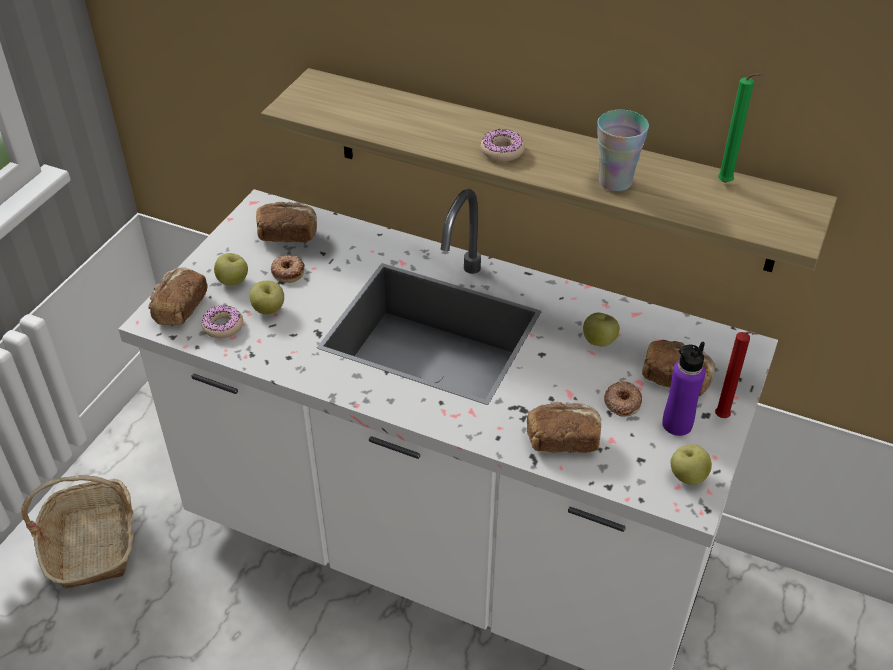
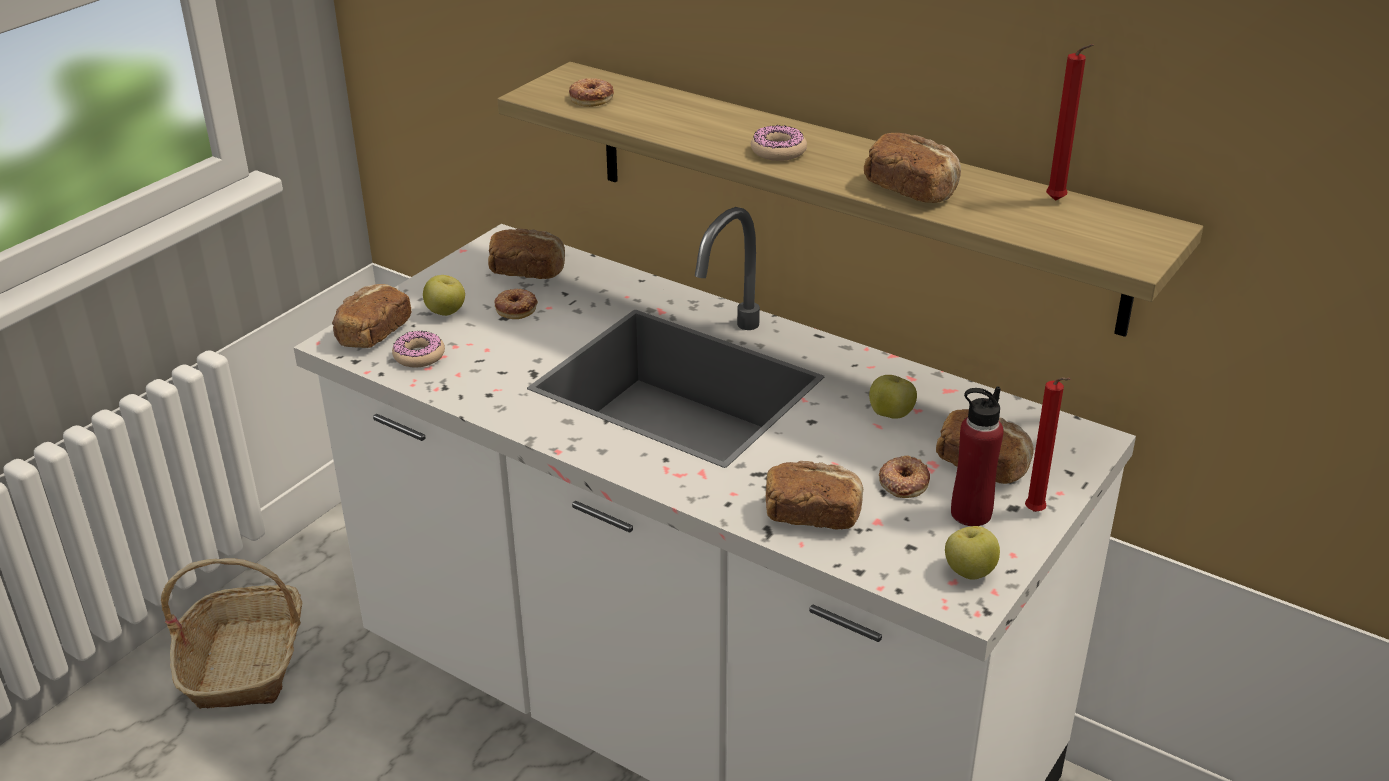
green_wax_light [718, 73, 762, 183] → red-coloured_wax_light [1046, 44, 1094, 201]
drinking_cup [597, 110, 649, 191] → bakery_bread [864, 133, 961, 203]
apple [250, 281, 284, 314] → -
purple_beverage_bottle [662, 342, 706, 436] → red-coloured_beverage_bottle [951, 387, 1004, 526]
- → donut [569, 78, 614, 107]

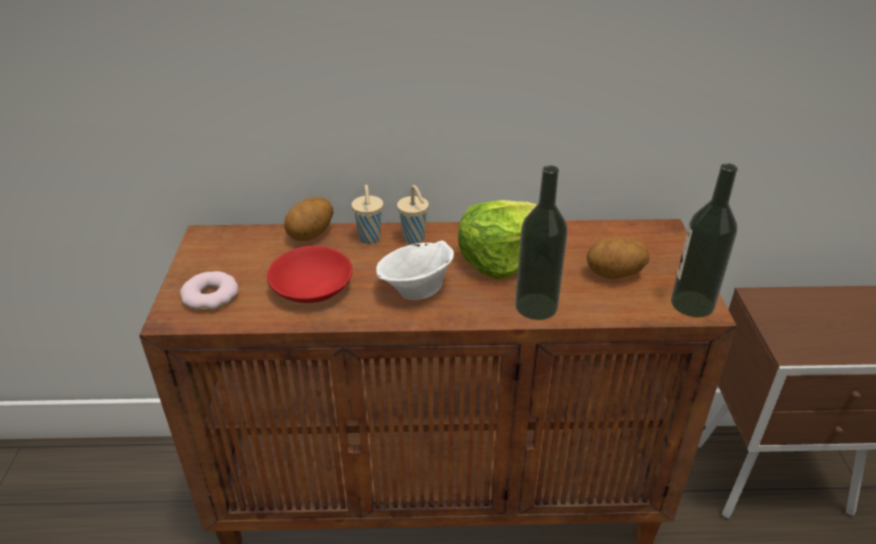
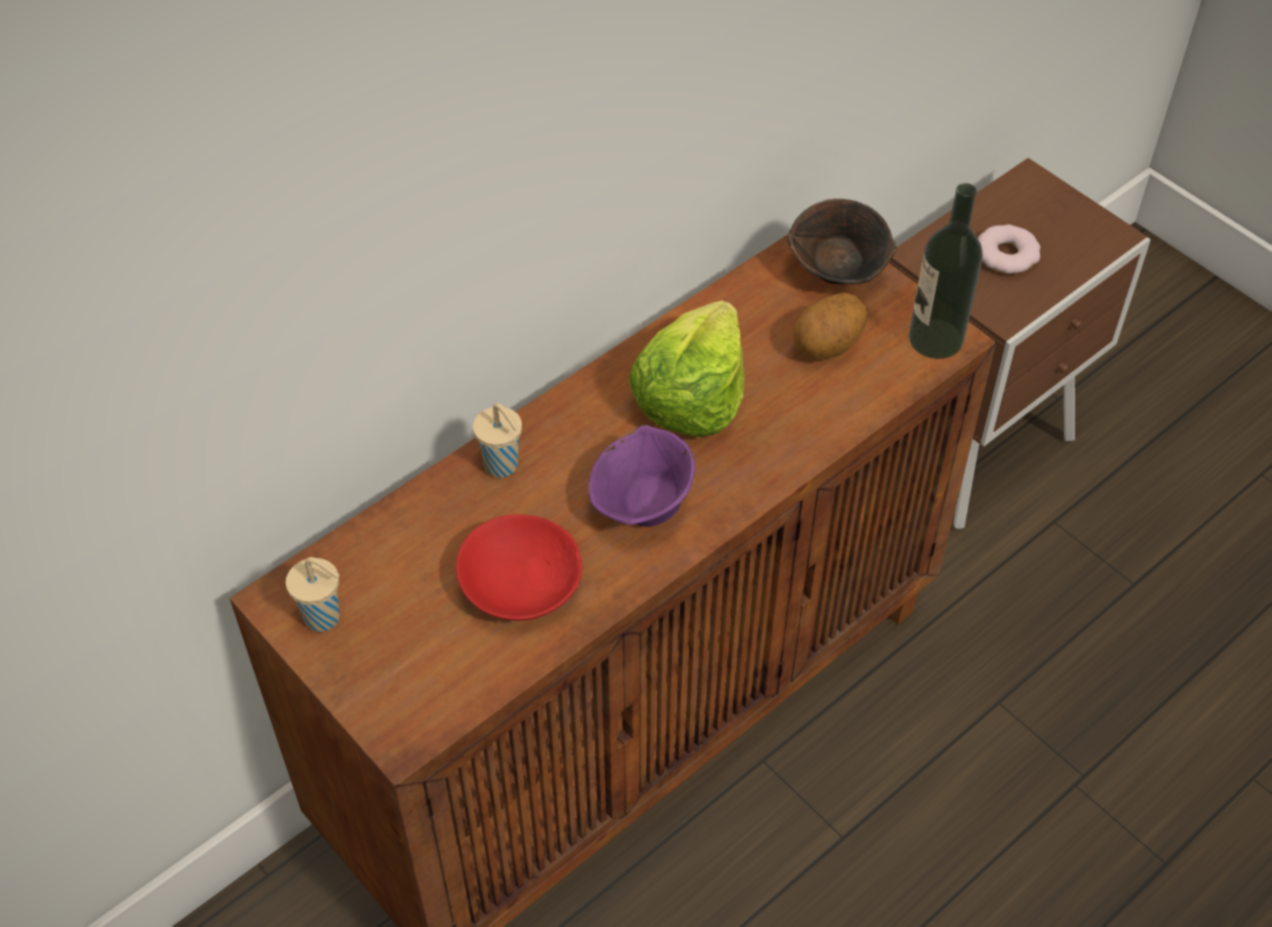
beverage_bottle [515, 165, 568, 320] → -
beige_drinking_cup [397, 185, 429, 244] → beige_drinking_cup [286, 557, 340, 632], move
whole_potato [284, 197, 333, 241] → -
whitish_bowl [376, 240, 454, 300] → purple_bowl [589, 425, 695, 527]
donut [180, 271, 238, 310] → donut [978, 224, 1040, 274], move
- → brown_bowl [788, 199, 897, 284]

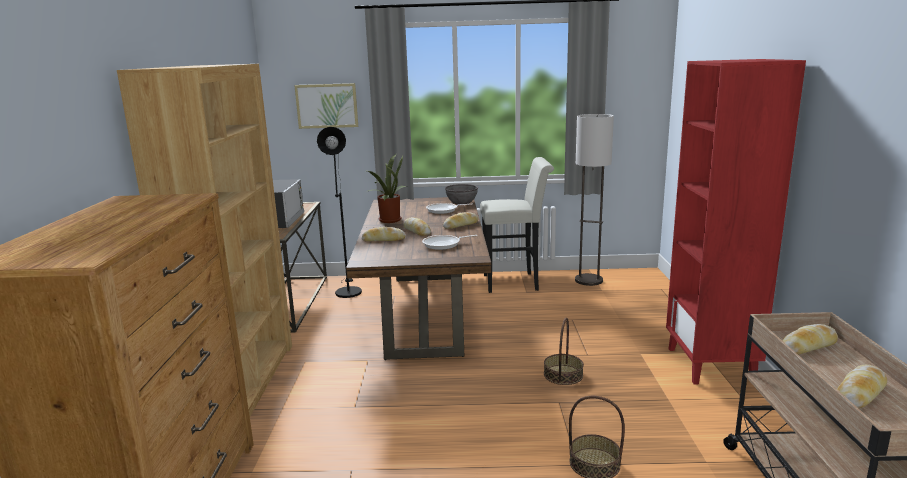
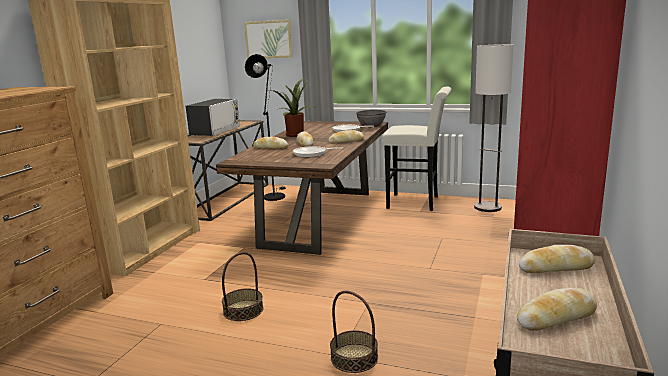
household_basket [544, 318, 584, 385] → household_basket [222, 252, 263, 321], move

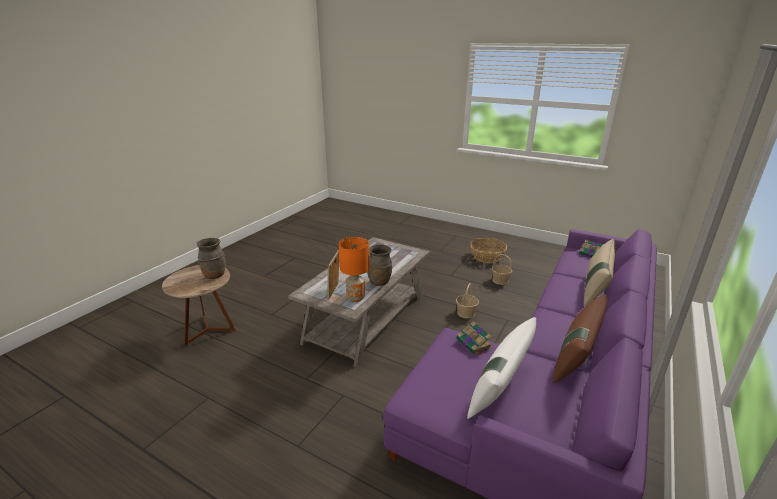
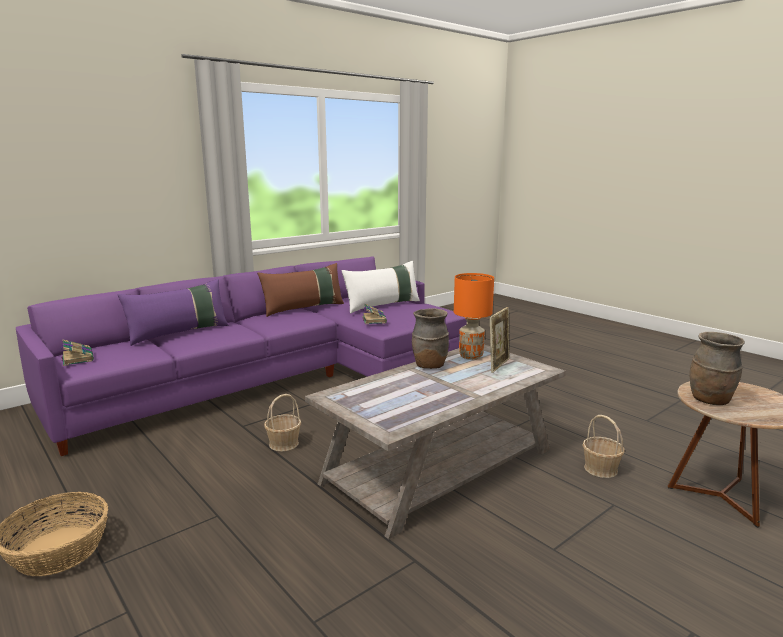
beige_throw_pillow [584, 239, 615, 306] → purple_throw_pillow [117, 279, 228, 346]
household_basket [492, 254, 512, 285] → household_basket [583, 415, 625, 478], move

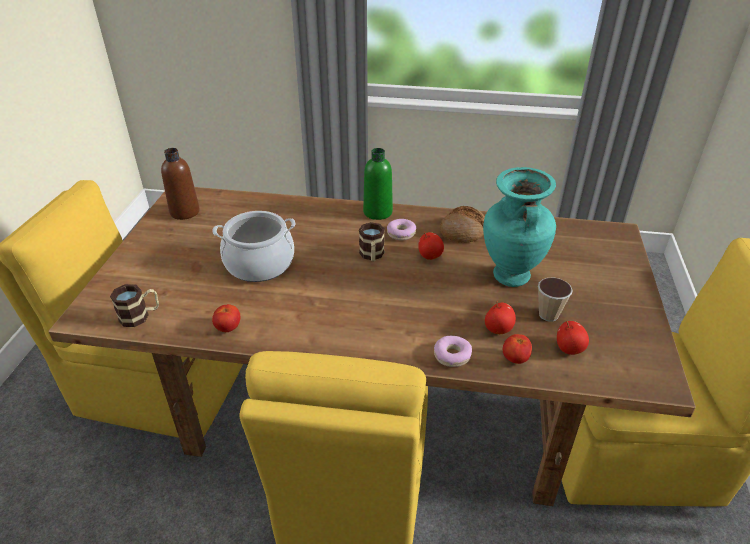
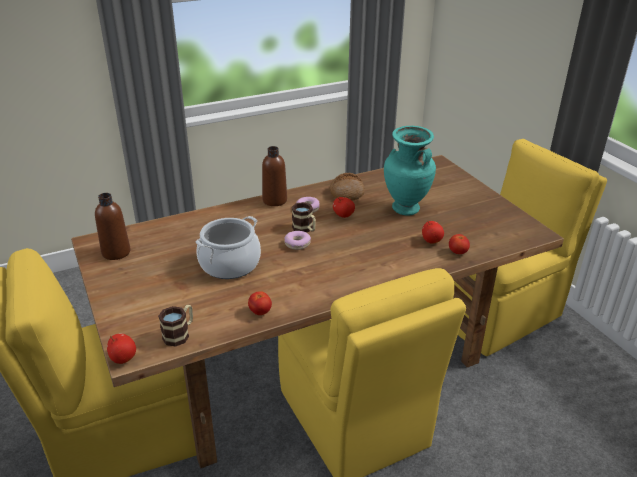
green_beverage_bottle [363, 148, 393, 220] → brown_beverage_bottle [262, 146, 287, 206]
drinking_cup [538, 278, 573, 322] → -
apple [557, 321, 589, 355] → apple [107, 333, 136, 364], move
donut [434, 336, 472, 367] → donut [284, 231, 311, 250], move

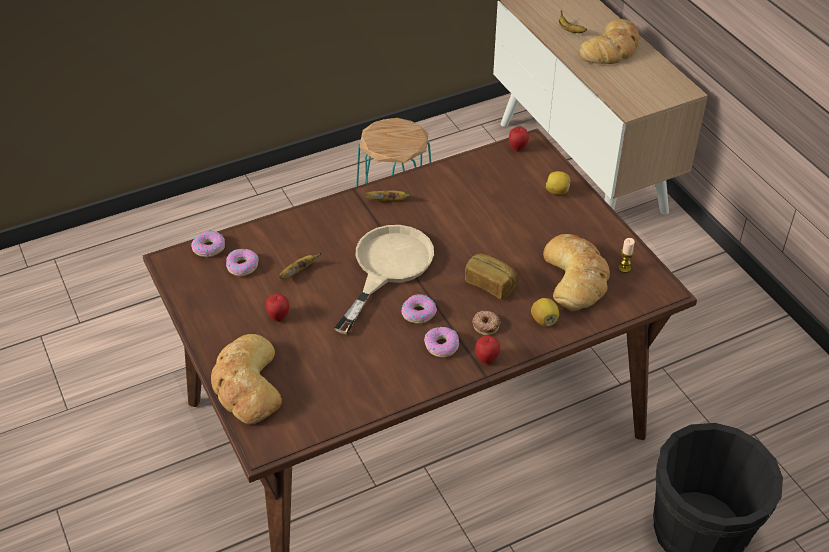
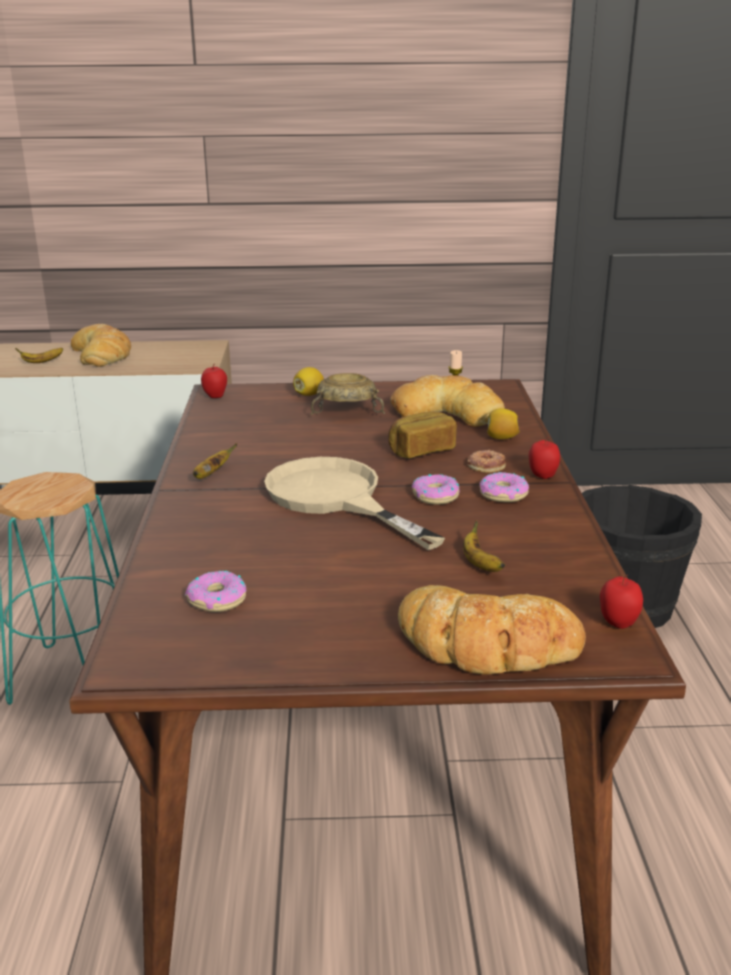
donut [191, 231, 225, 257] → -
banana_fruit [279, 252, 321, 279] → banana_fruit [463, 520, 505, 572], move
apple [266, 293, 289, 322] → apple [600, 575, 643, 629], move
- → beige_bowl [310, 373, 385, 415]

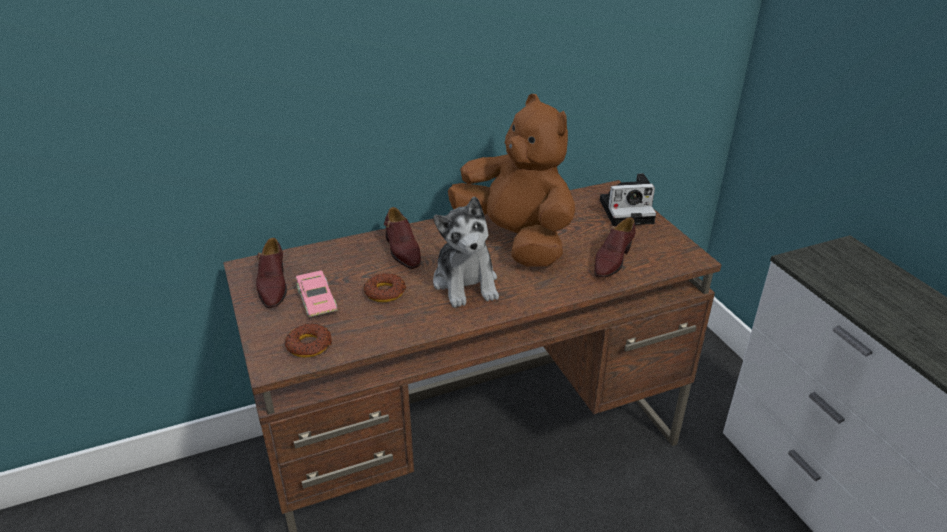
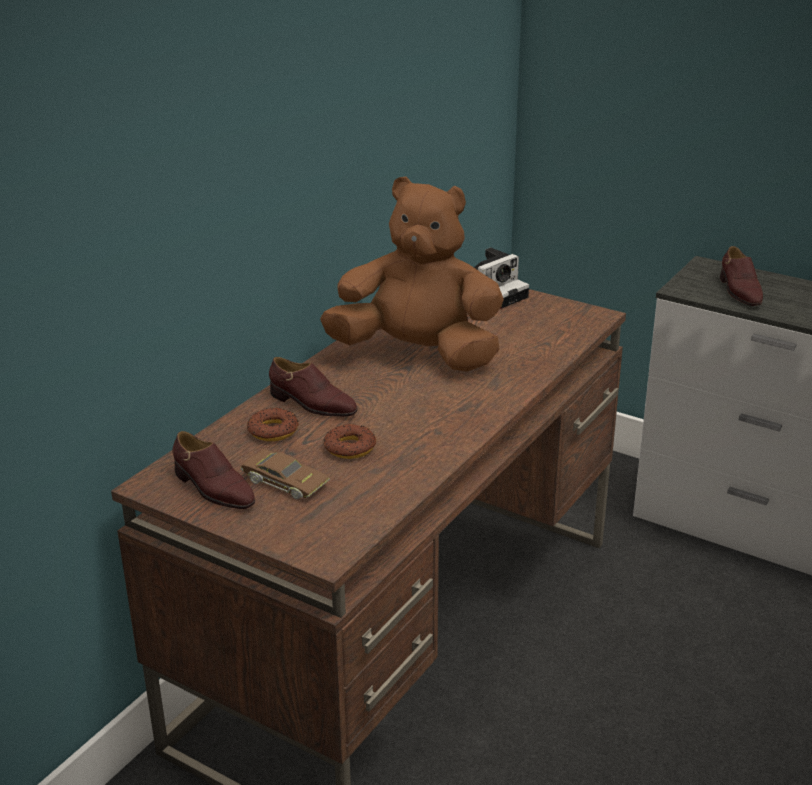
soft_toy [433, 197, 499, 307] → -
brown_item_of_footwear [594, 217, 635, 278] → brown_item_of_footwear [720, 246, 763, 306], move
pink_model_car [296, 271, 337, 317] → brown_model_car [240, 449, 330, 499]
donut [285, 323, 332, 358] → donut [247, 408, 299, 441], move

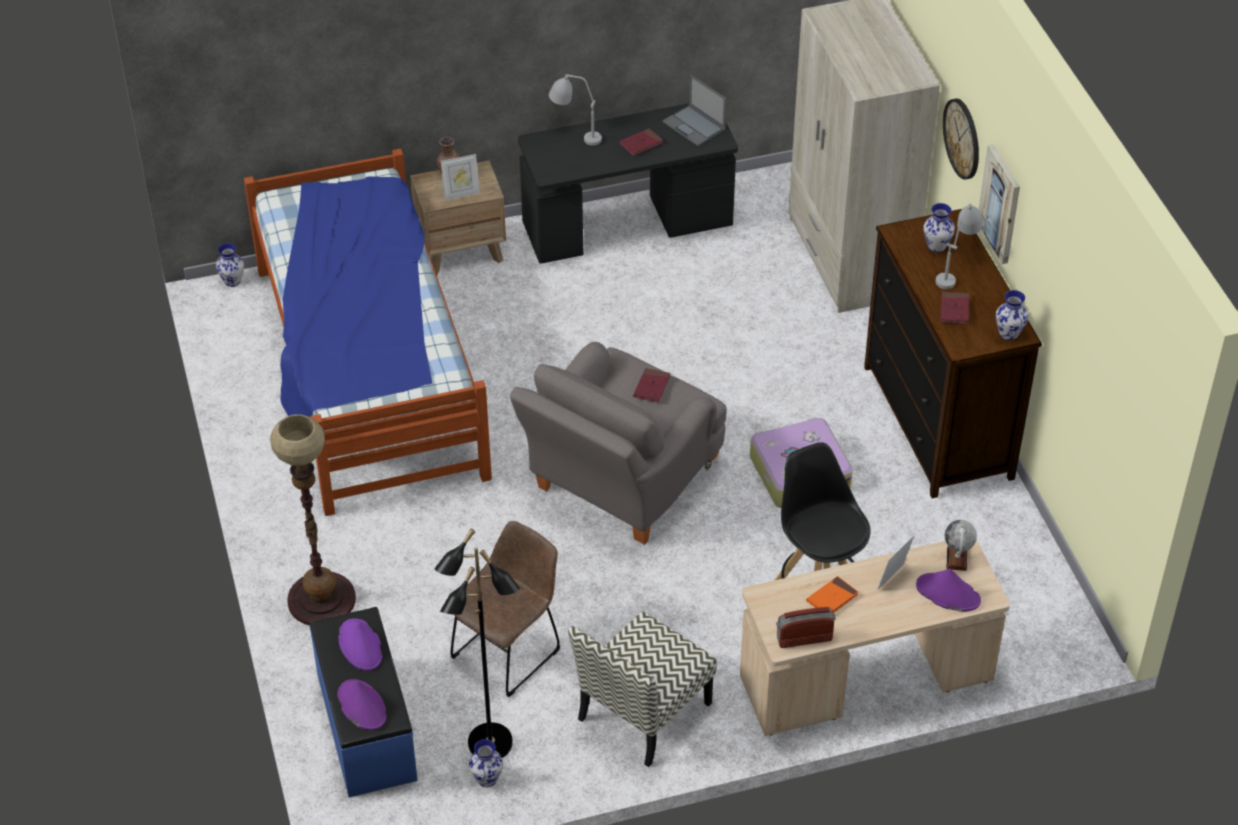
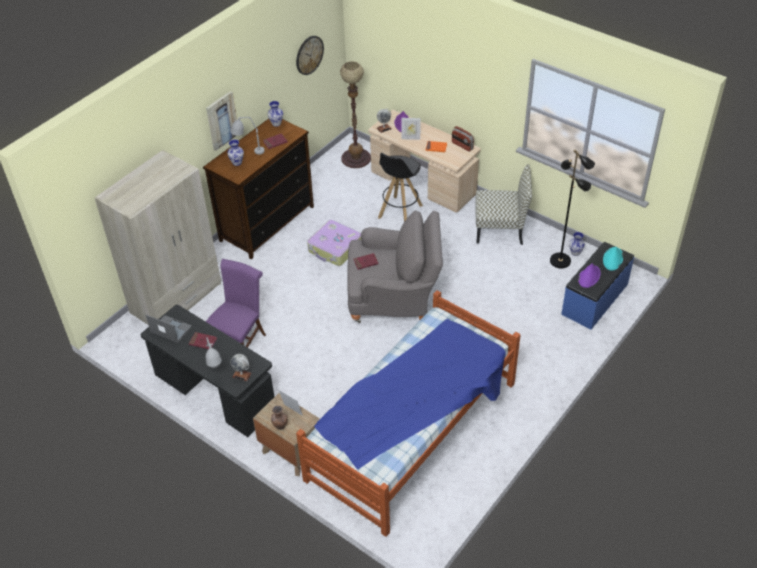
laptop [662, 74, 727, 146] → laptop [146, 315, 192, 343], 75 degrees counterclockwise
clock_on_the_wall [943, 98, 979, 179] → clock_on_the_wall [296, 36, 324, 75], move
vase [216, 243, 244, 287] → -
standard_lamp [270, 414, 356, 626] → standard_lamp [340, 61, 371, 168], move
brown_upright_chair [450, 521, 560, 697] → -
purple_hat [337, 679, 387, 730] → turquoise-coloured_hat [603, 247, 623, 270]
- → purple_upright_chair [206, 259, 266, 348]
- → globe [230, 354, 252, 381]

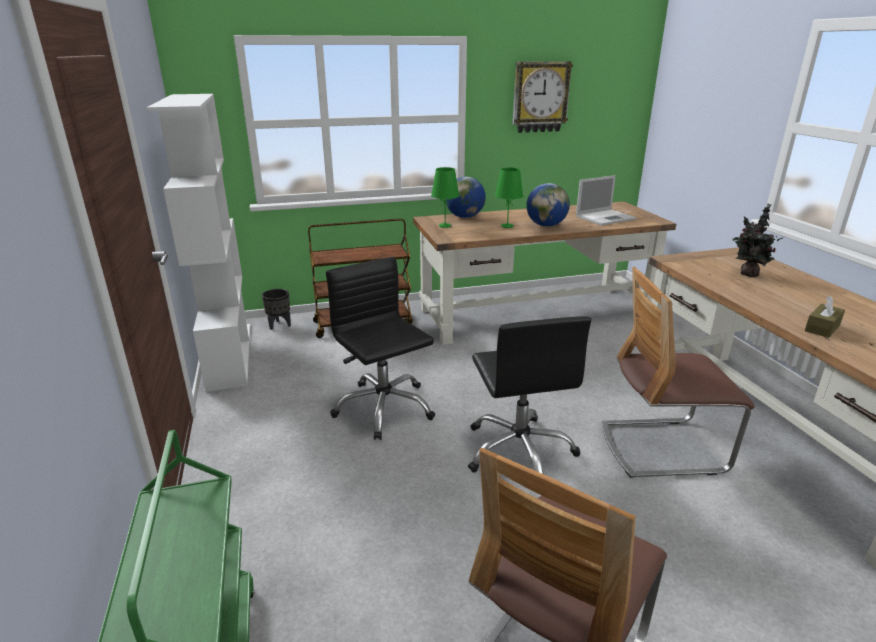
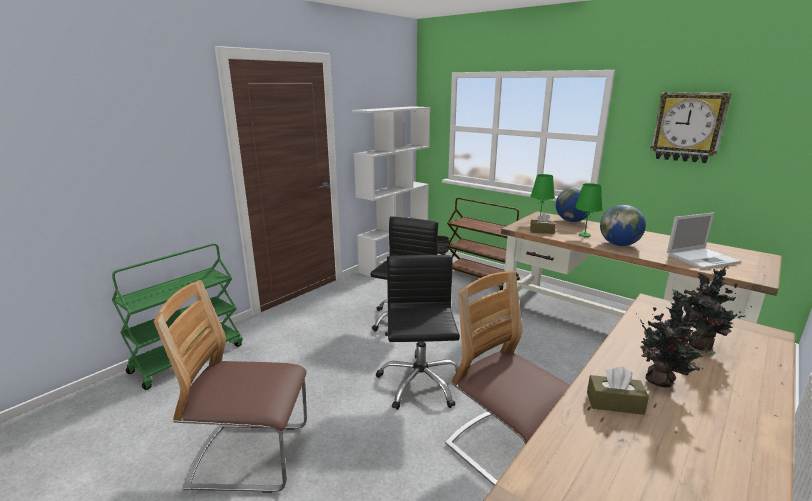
laptop [576, 175, 637, 225] → laptop [667, 213, 741, 269], 45 degrees counterclockwise
blackish_desk_chair [468, 316, 591, 474] → blackish_desk_chair [376, 255, 460, 410], 135 degrees clockwise
- → brown_tissue_box [530, 213, 556, 234]
- → potted_plant [636, 289, 716, 388]

